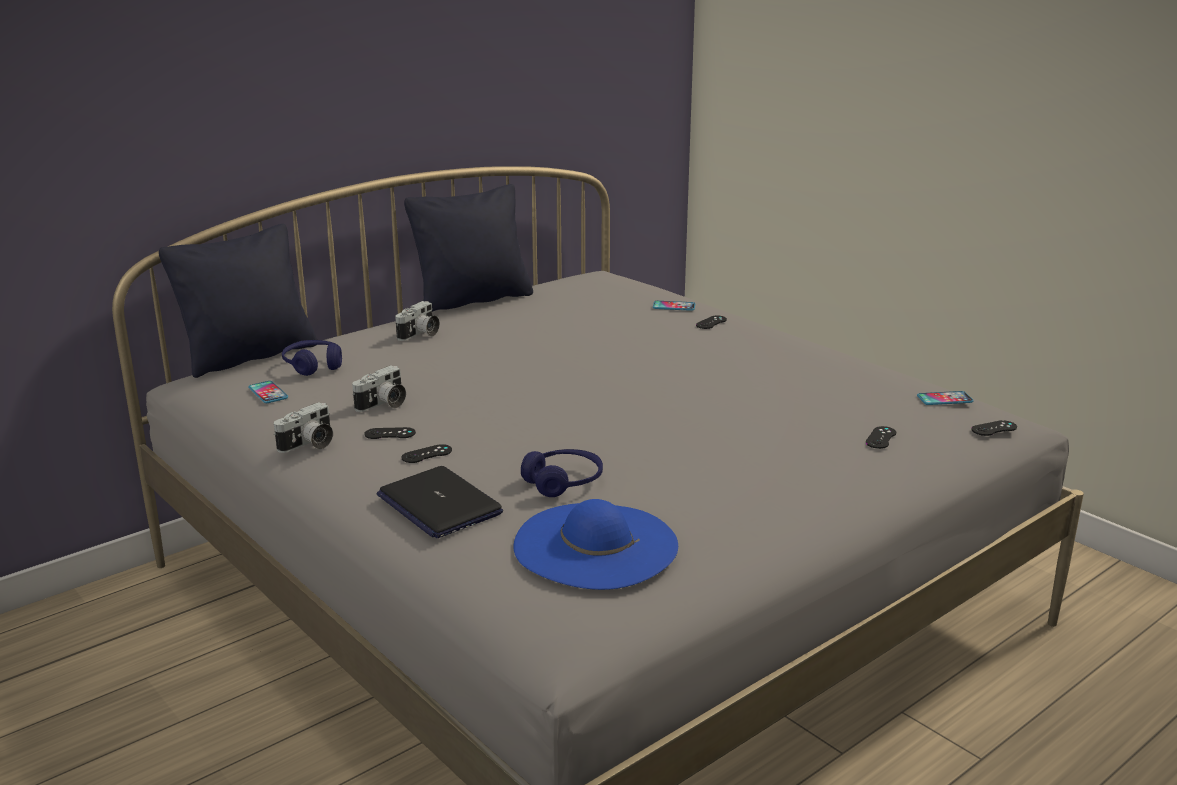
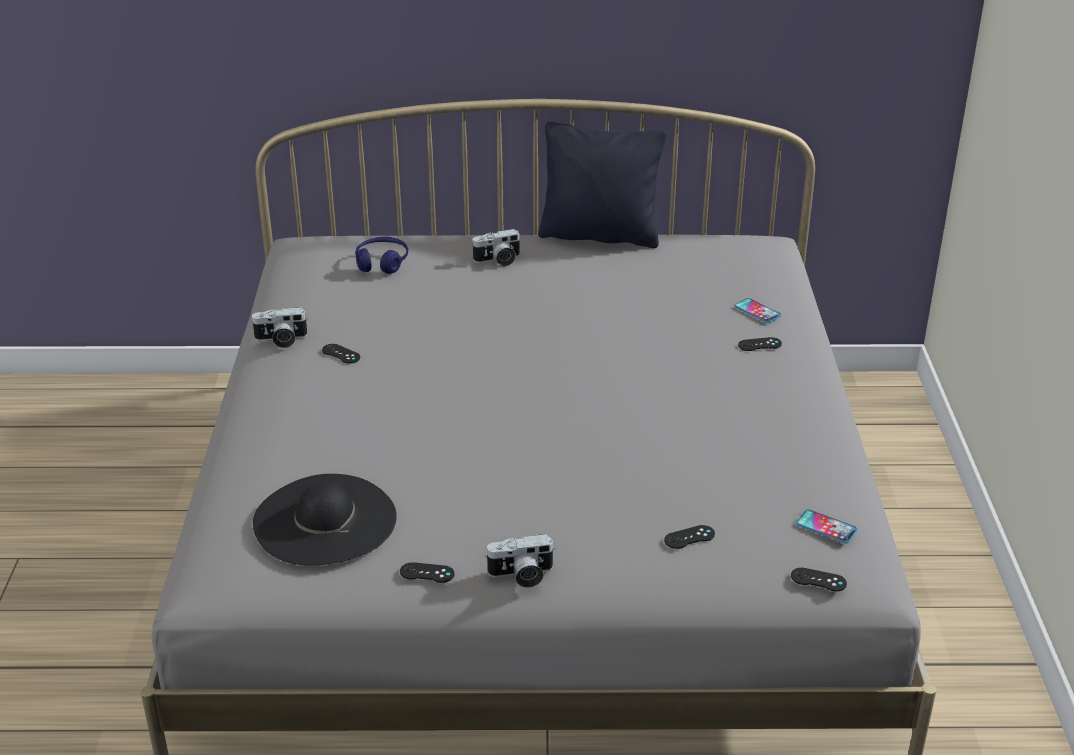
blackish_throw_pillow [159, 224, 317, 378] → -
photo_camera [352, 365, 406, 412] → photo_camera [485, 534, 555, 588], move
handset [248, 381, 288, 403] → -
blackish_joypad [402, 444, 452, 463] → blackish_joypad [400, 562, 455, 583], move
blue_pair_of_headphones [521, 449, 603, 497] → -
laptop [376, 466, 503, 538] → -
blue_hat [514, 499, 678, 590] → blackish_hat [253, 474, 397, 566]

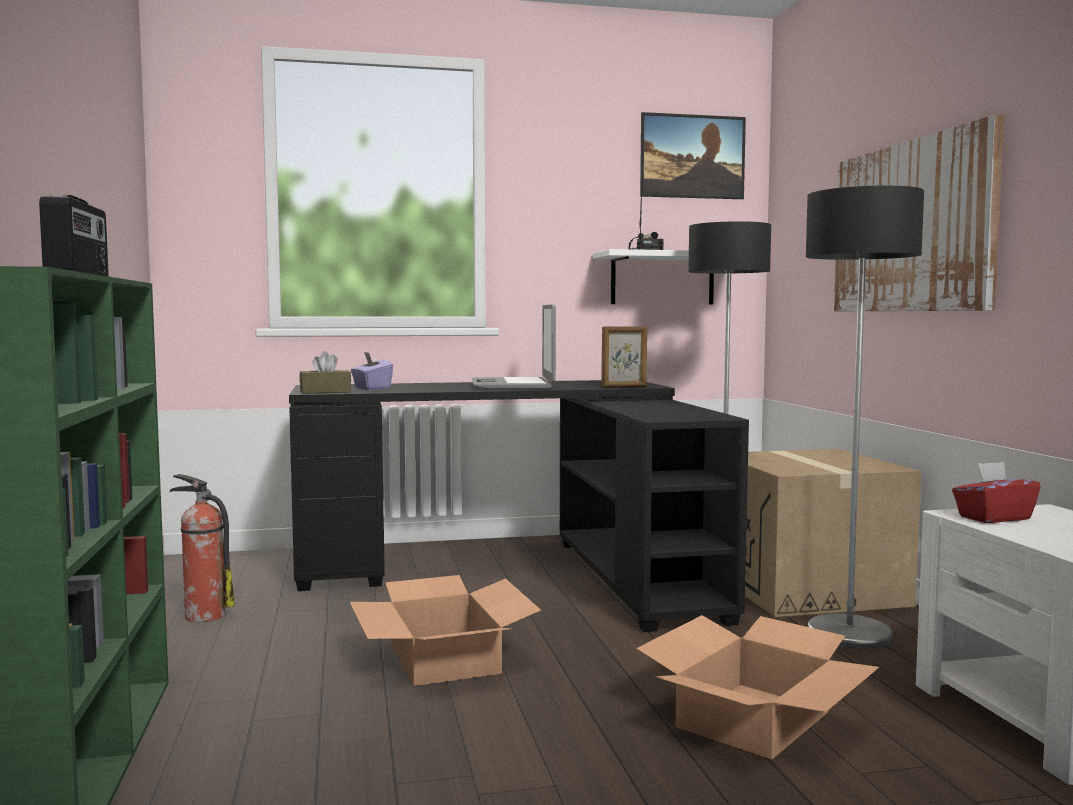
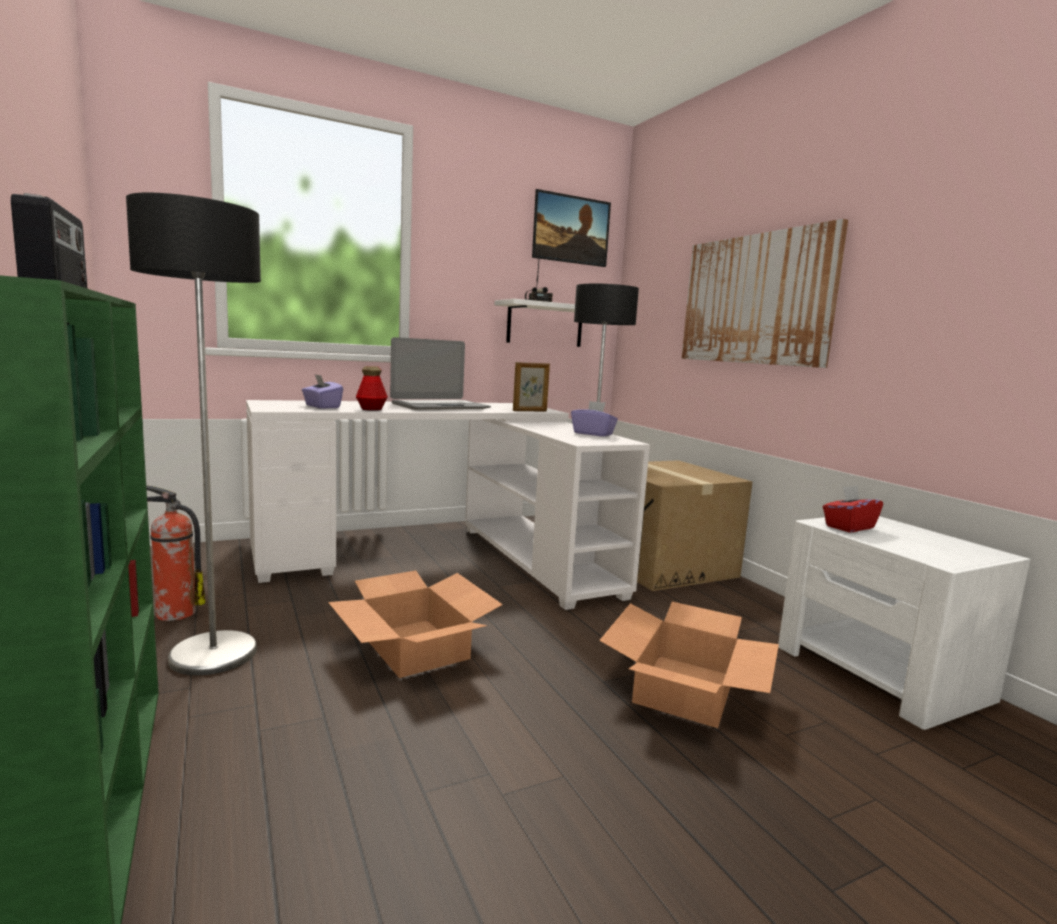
standard_lamp [806, 186, 924, 649] → standard_lamp [126, 193, 261, 675], move
laptop [472, 304, 556, 390] → laptop [390, 337, 491, 410], 105 degrees counterclockwise
brown_tissue_box [299, 351, 351, 394] → -
blackish_desk [289, 380, 749, 632] → whitish_desk [246, 400, 650, 610]
- → beverage_bottle [356, 366, 388, 411]
- → purple_tissue_box [571, 401, 618, 437]

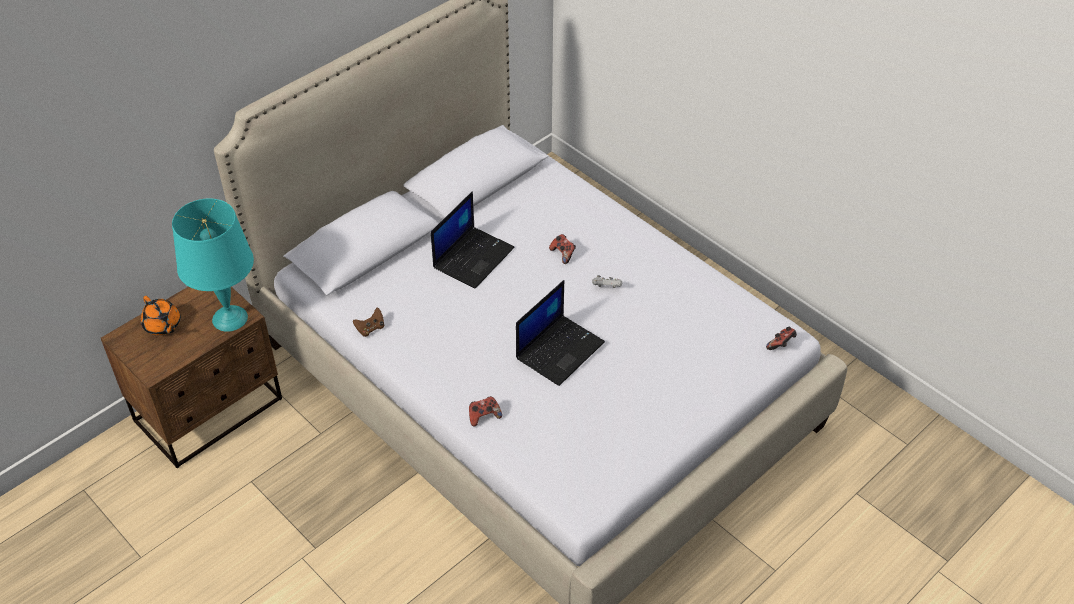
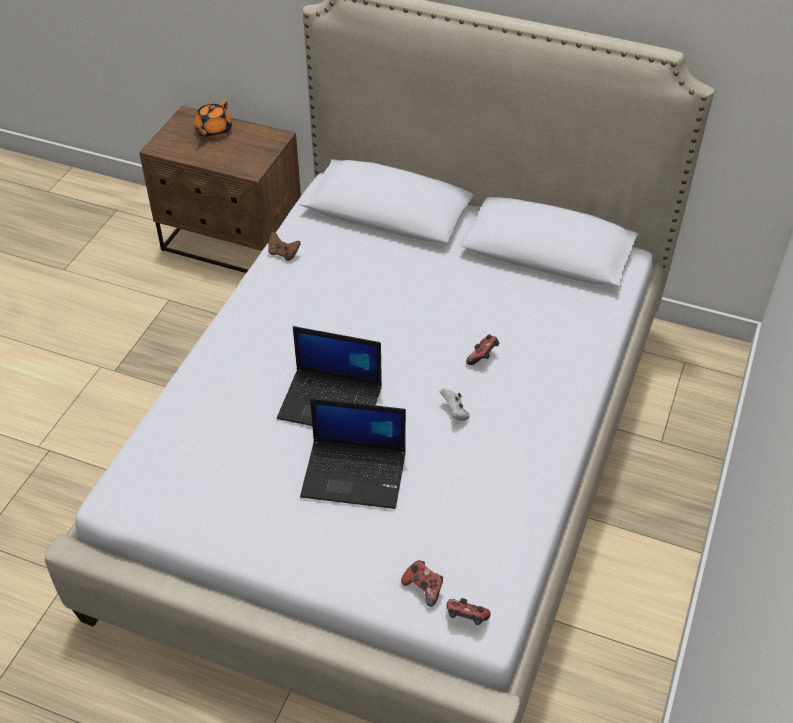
laptop [431, 192, 515, 289] → laptop [300, 398, 406, 509], move
turquoise-coloured_table_lamp [172, 198, 254, 332] → -
joypad [469, 396, 502, 427] → joypad [401, 560, 443, 607], move

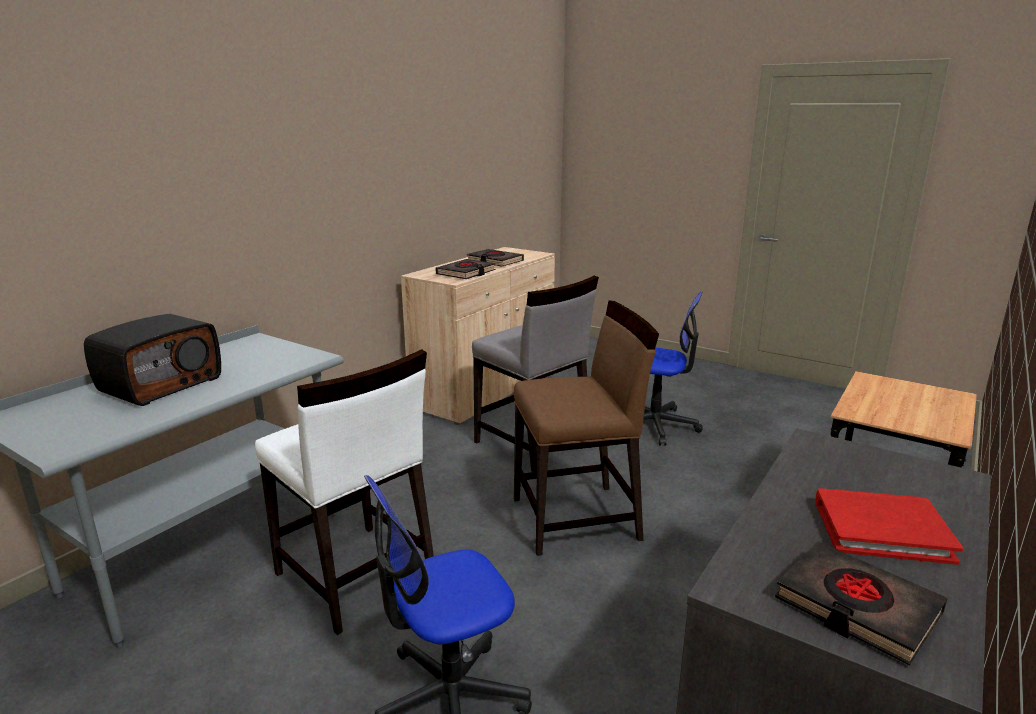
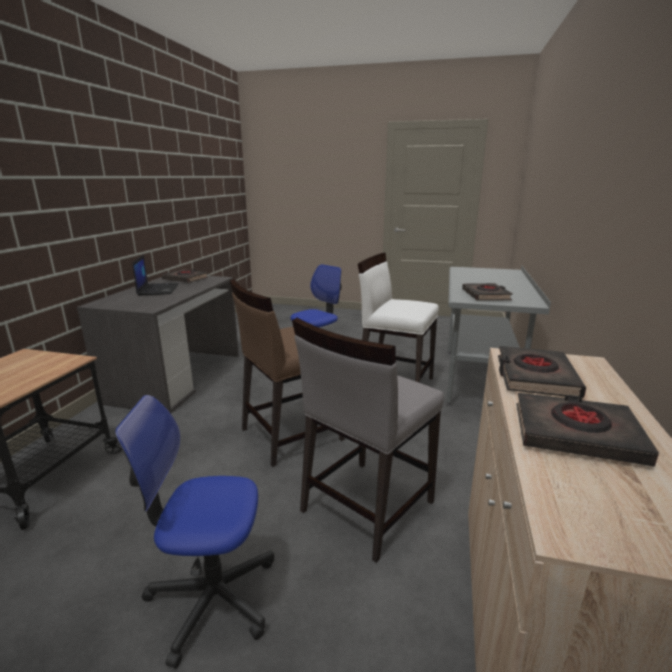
gray_upright_chair [472, 275, 599, 472] → gray_upright_chair [292, 318, 444, 563], 75 degrees counterclockwise
radio [84, 314, 221, 406] → -
red-coloured_bound_book [816, 488, 963, 565] → laptop [132, 255, 179, 296]
- → blackish_bound_book [462, 283, 513, 301]

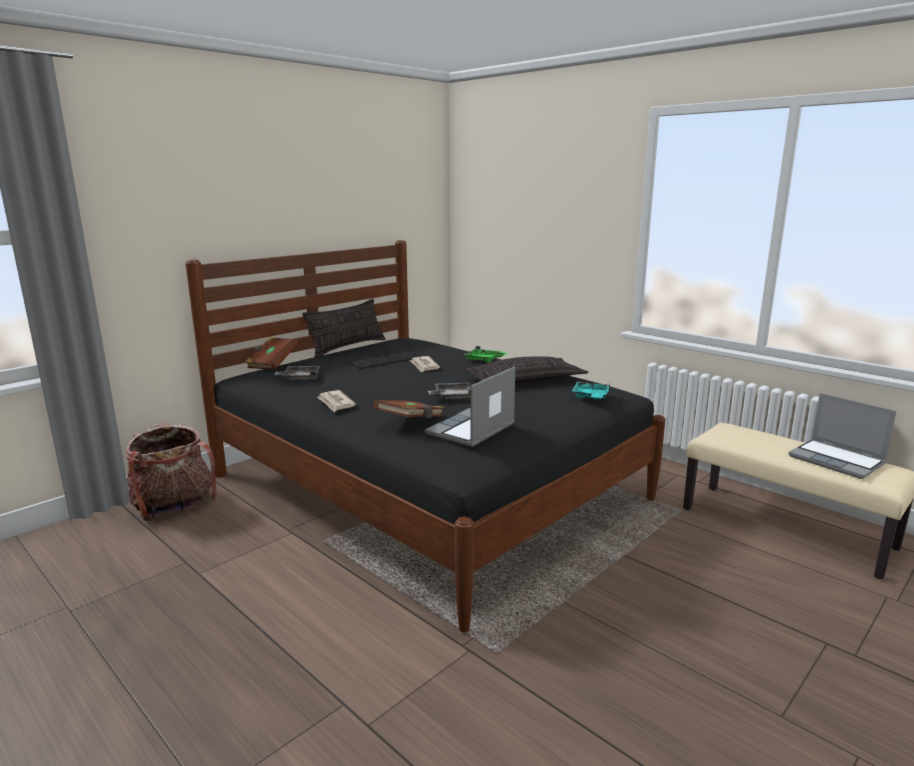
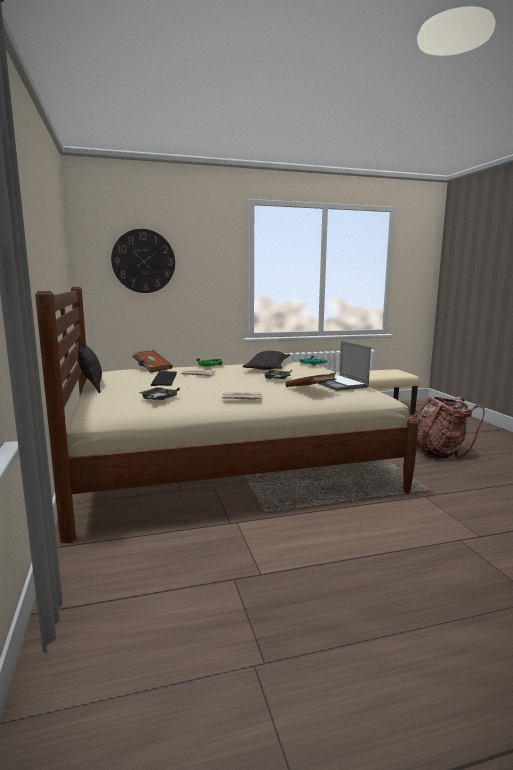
blackish_bed [185, 240, 665, 632] → beige_bed [35, 287, 419, 543]
brown_bound_book [245, 337, 298, 370] → brown_bound_book [133, 350, 172, 373], move
laptop [788, 393, 897, 479] → -
rucksack [126, 423, 217, 521] → rucksack [413, 395, 485, 460], move
- → clock_on_the_wall [111, 229, 175, 293]

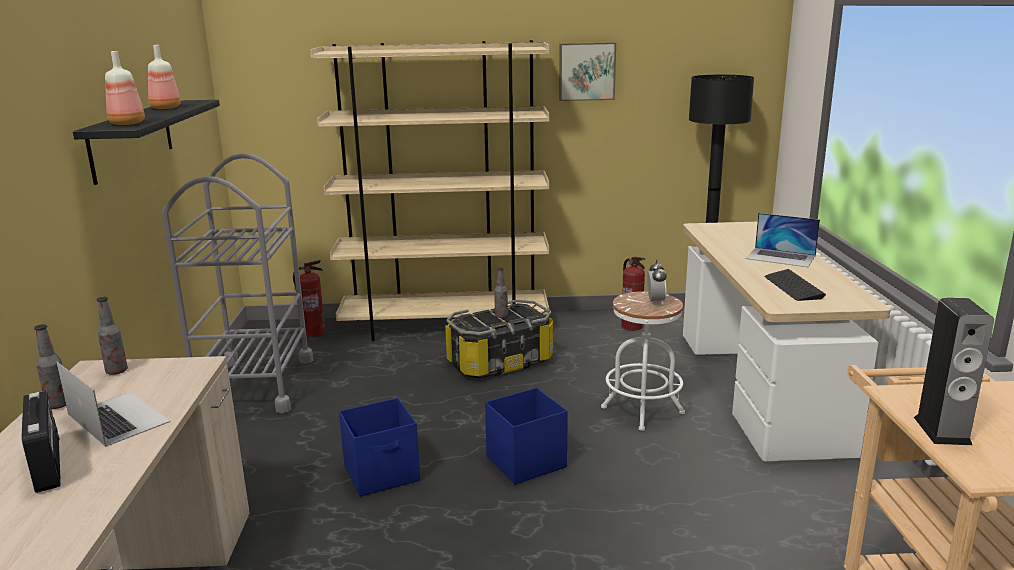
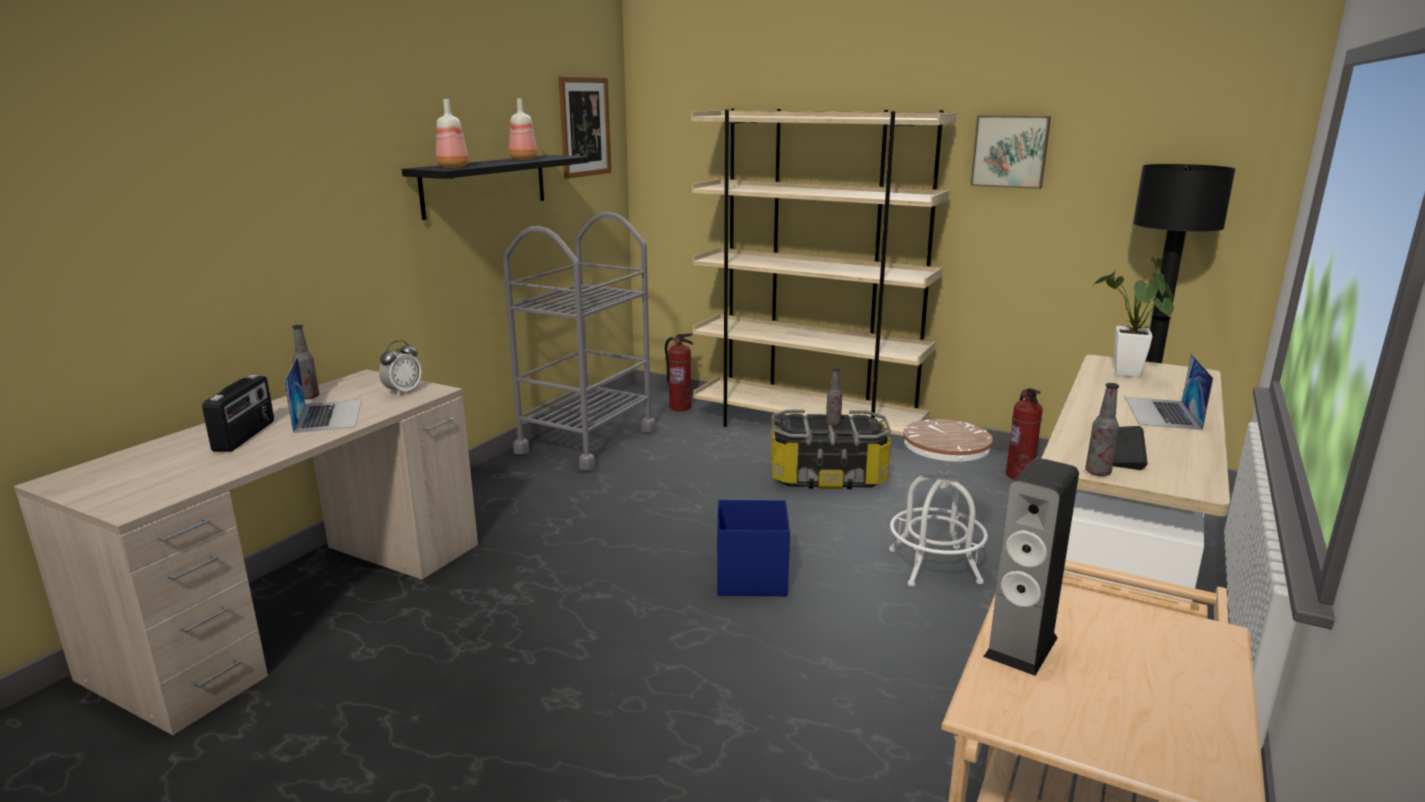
laptop [746, 213, 820, 267] → laptop [1124, 354, 1213, 430], 45 degrees clockwise
bedside_clock [647, 260, 667, 305] → bedside_clock [379, 340, 422, 396], move
beverage_bottle [97, 297, 128, 375] → beverage_bottle [1085, 383, 1119, 476], move
blue_storage_box [339, 398, 420, 497] → -
- → wall_picture [559, 76, 611, 179]
- → potted_plant [1094, 257, 1174, 378]

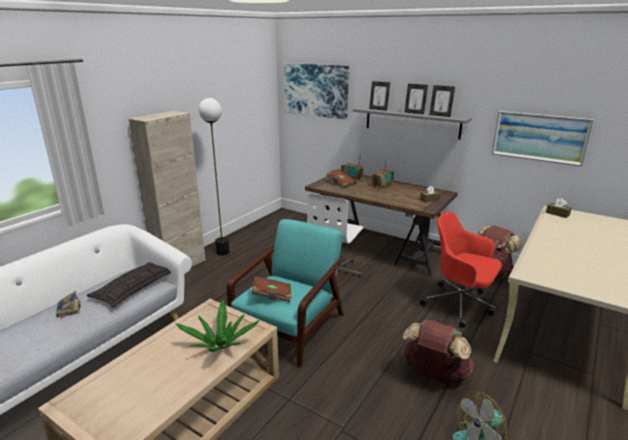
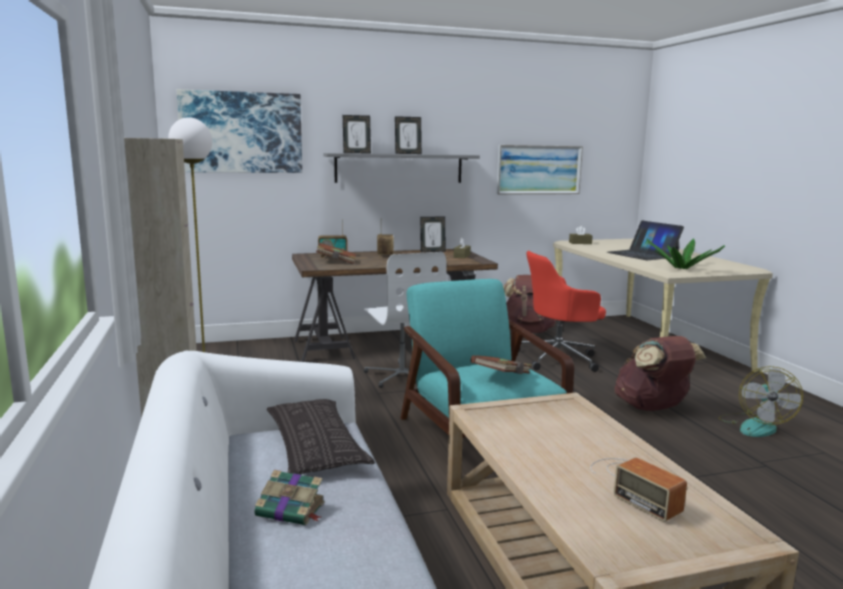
standing_frame [430, 85, 455, 117] → standing_frame [420, 216, 446, 252], move
potted_plant [176, 299, 260, 352] → potted_plant [646, 238, 725, 269], move
- → laptop [607, 221, 684, 260]
- → radio [590, 458, 687, 522]

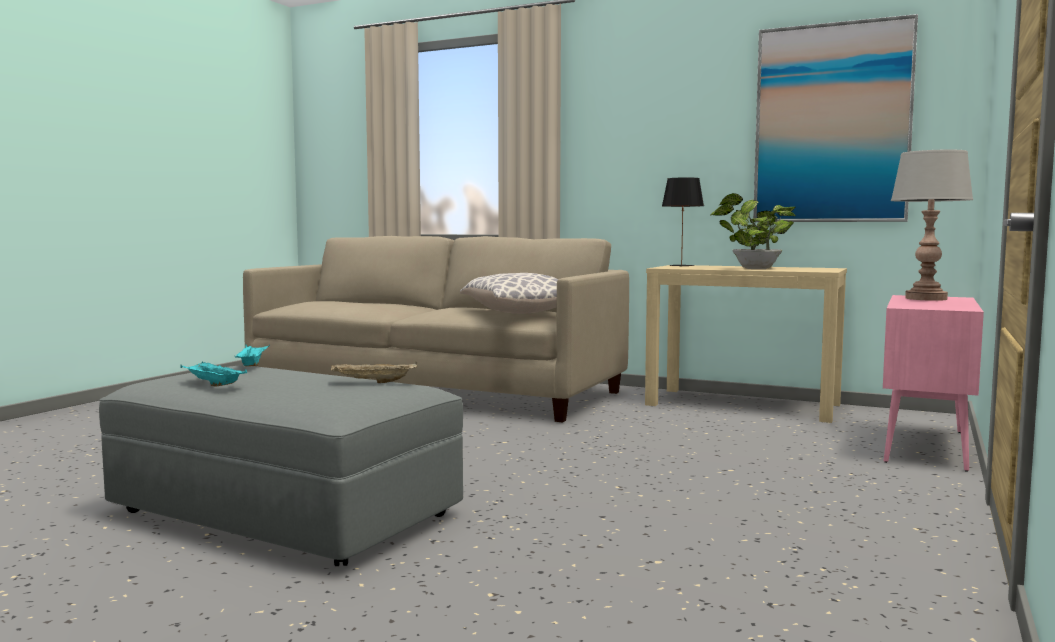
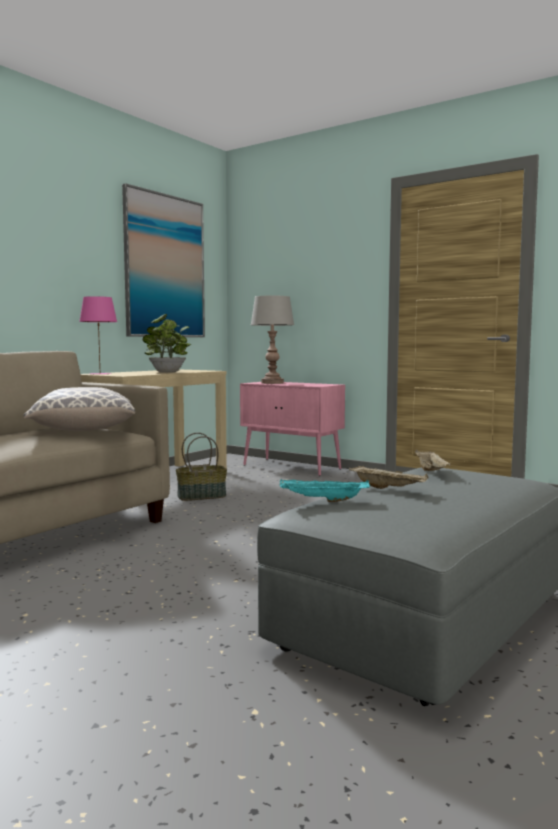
blackish_table_lamp [662, 177, 704, 266] → pink_table_lamp [79, 296, 117, 375]
turquoise-coloured_serving_tray [180, 361, 247, 387] → -
- → household_basket [176, 433, 227, 501]
- → beige_serving_tray [349, 466, 429, 489]

